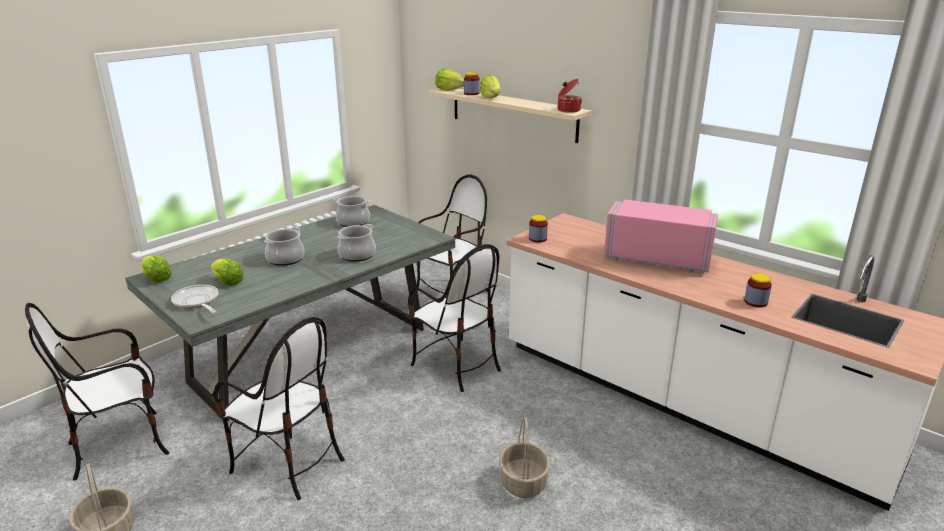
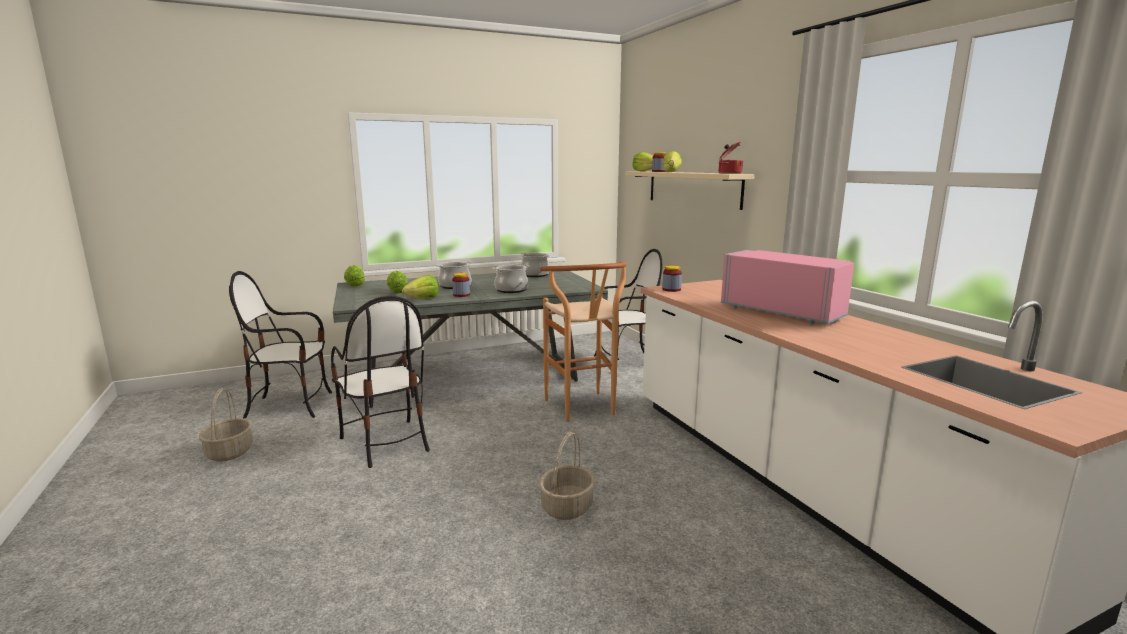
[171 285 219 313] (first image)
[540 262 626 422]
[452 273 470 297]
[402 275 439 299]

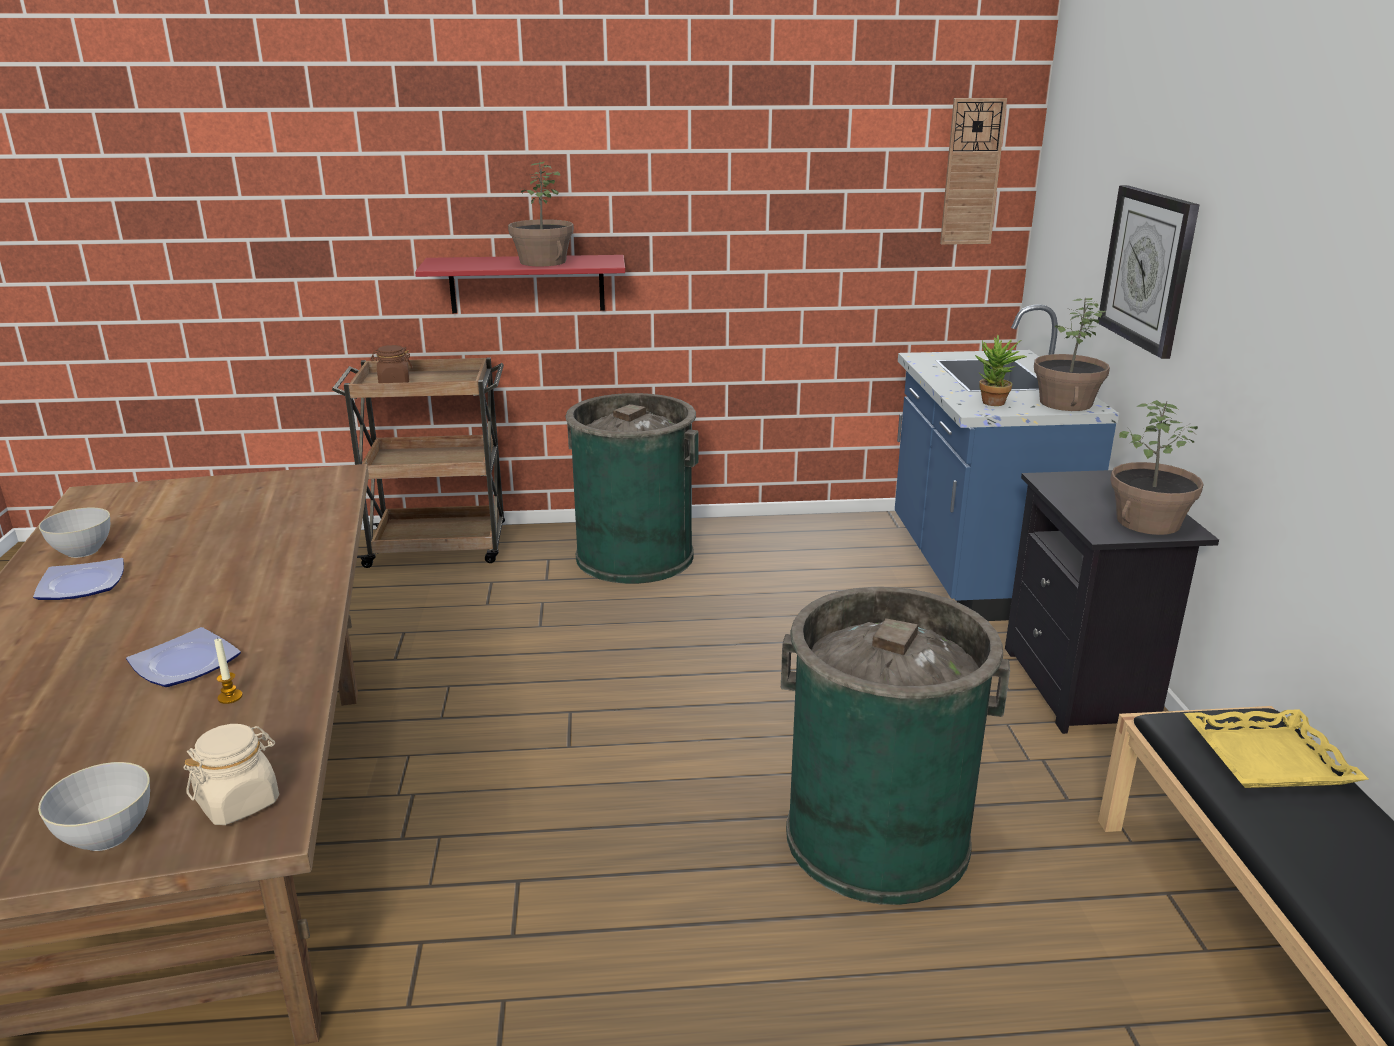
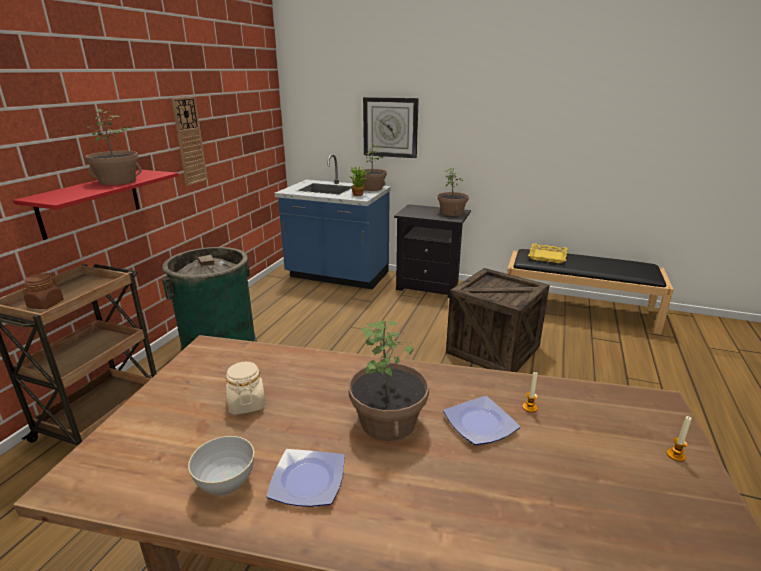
[667 416 692 462]
[226 361 266 415]
[446 268 550 372]
[171 97 208 186]
[349 321 429 441]

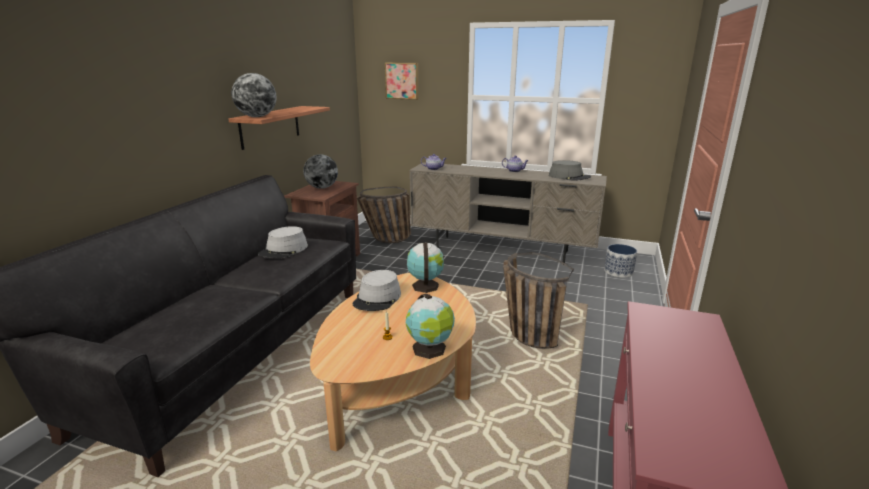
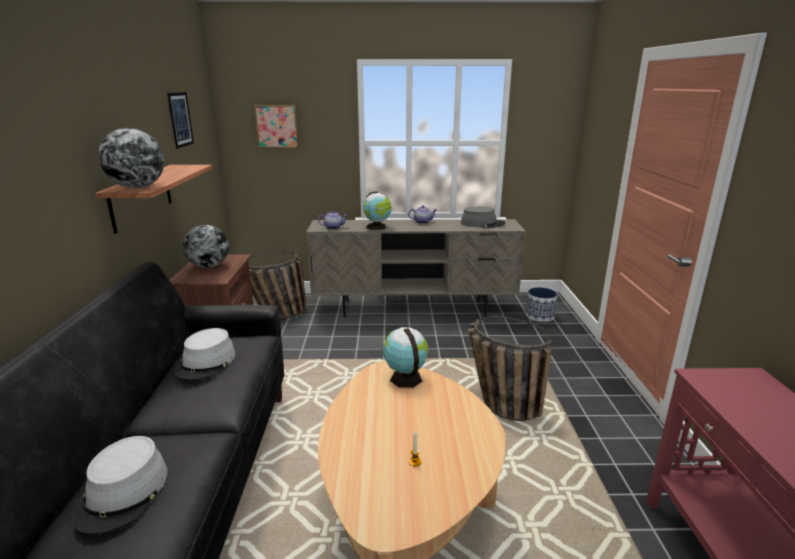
[73 436 167 535]
[363 192 392 230]
[167 92 194 149]

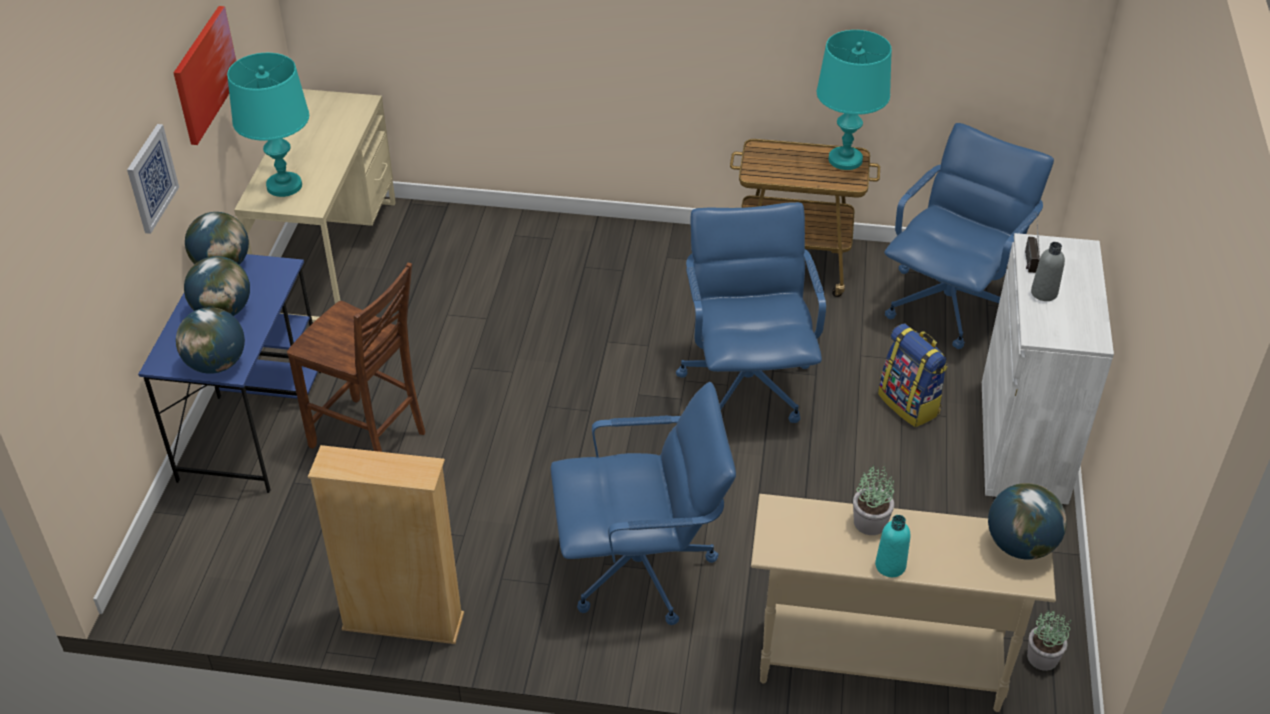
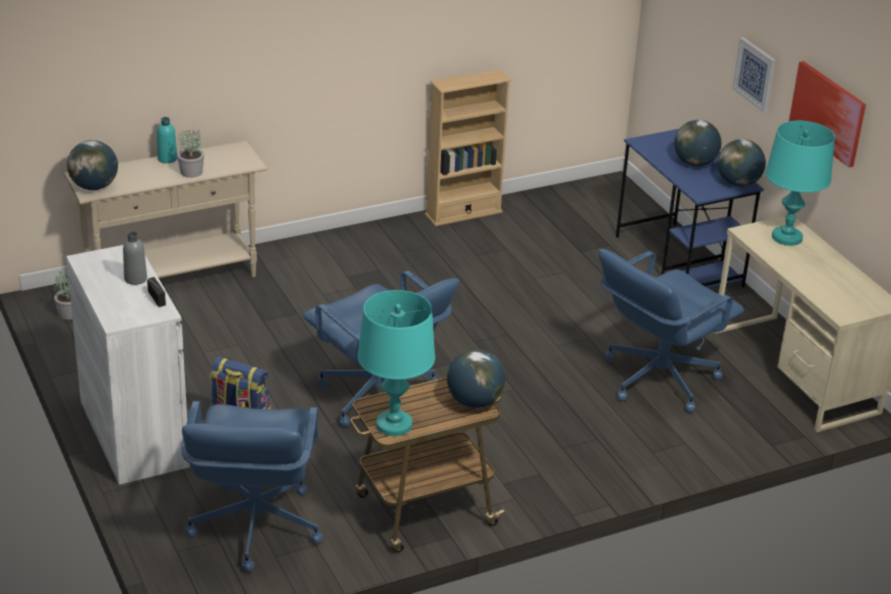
[447 349 505 408]
[287 263 425 452] (first image)
[599 249 744 412]

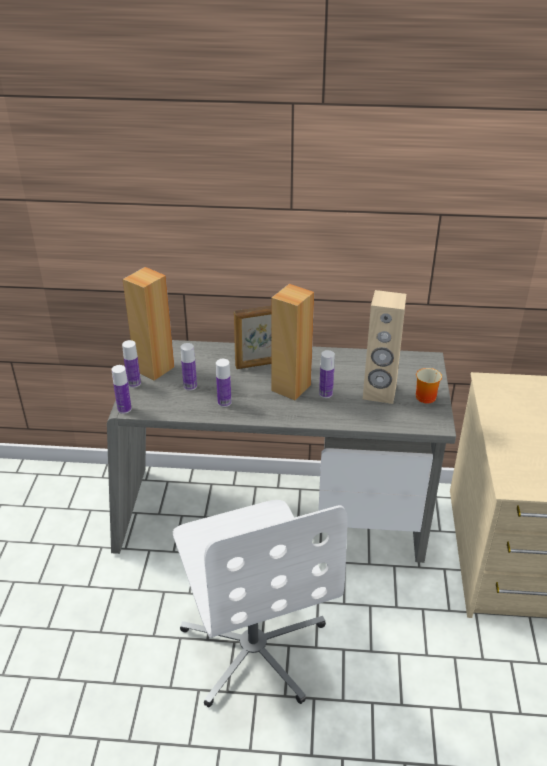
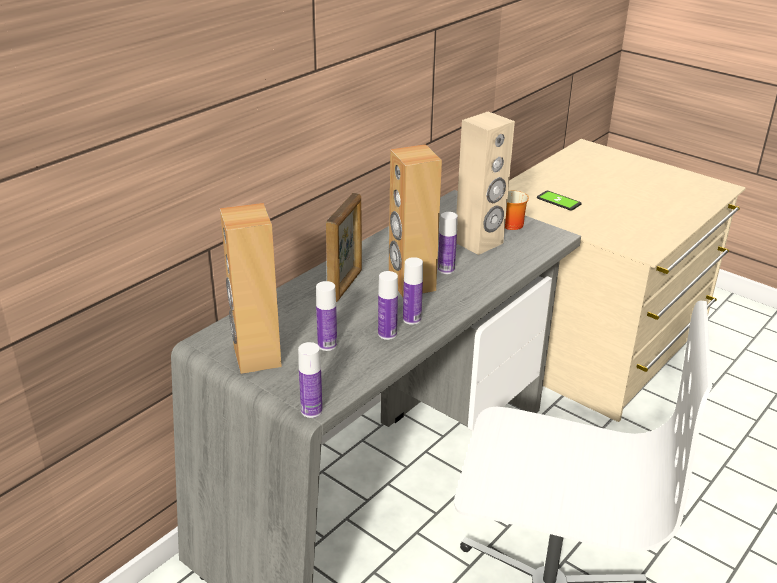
[403 257 423 325]
[537 191 582 211]

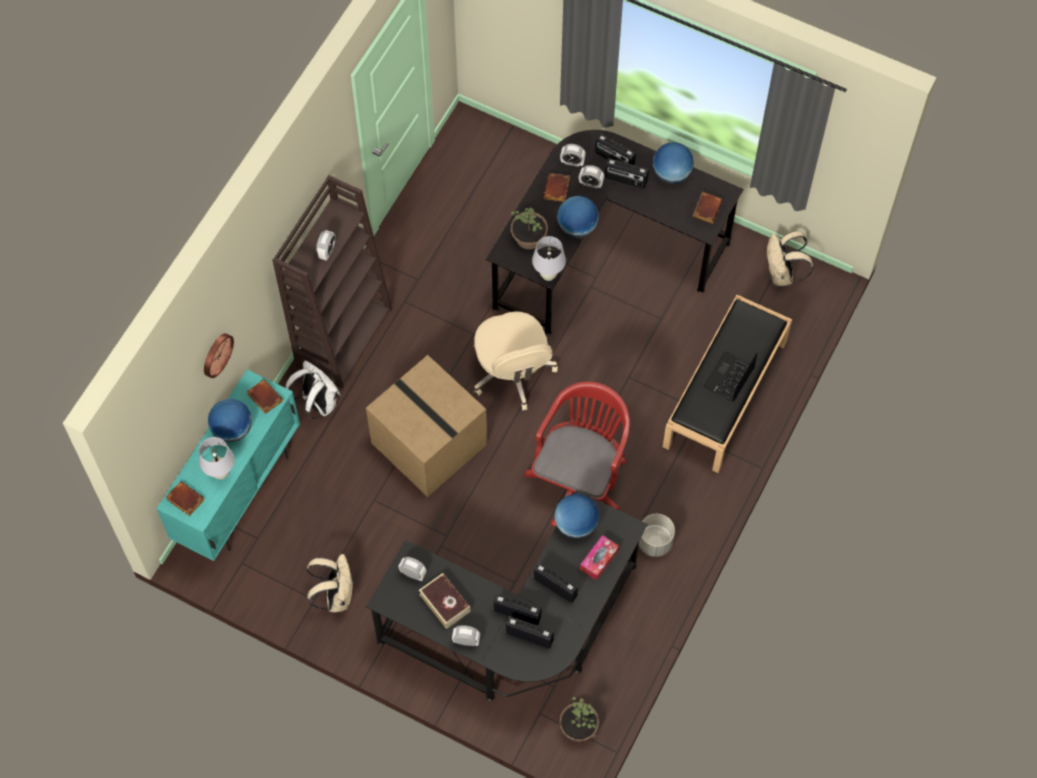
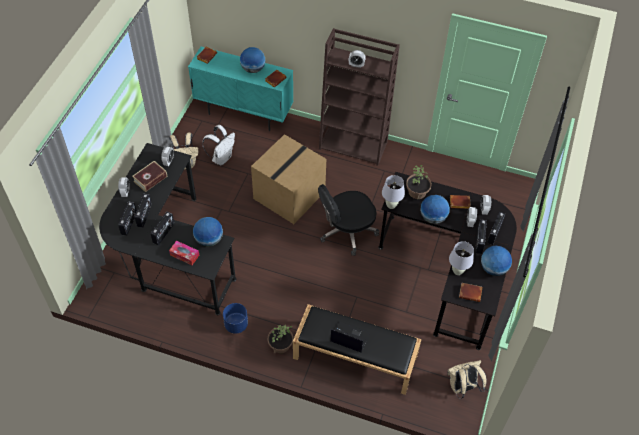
[449 241 474 275]
[204 333 234 378] (first image)
[202 125 235 165]
[318 184 379 256]
[525 382 630 526] (first image)
[268 325 293 353]
[223 303 248 334]

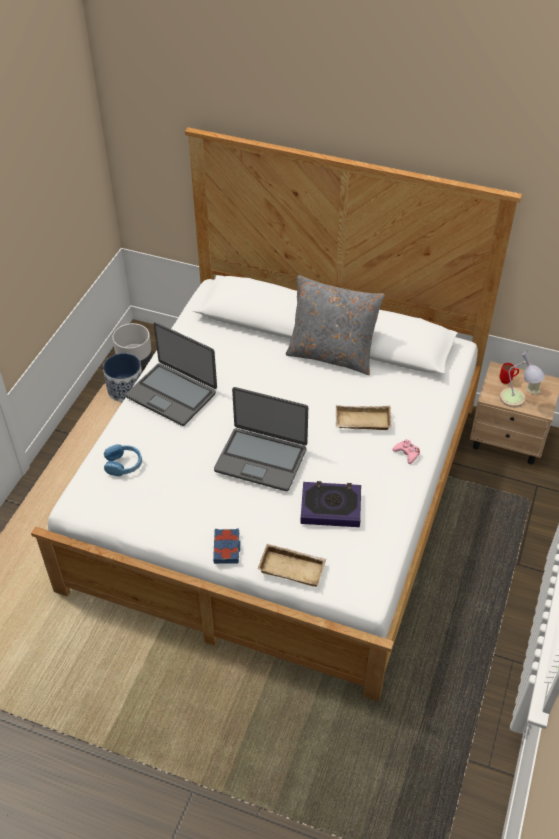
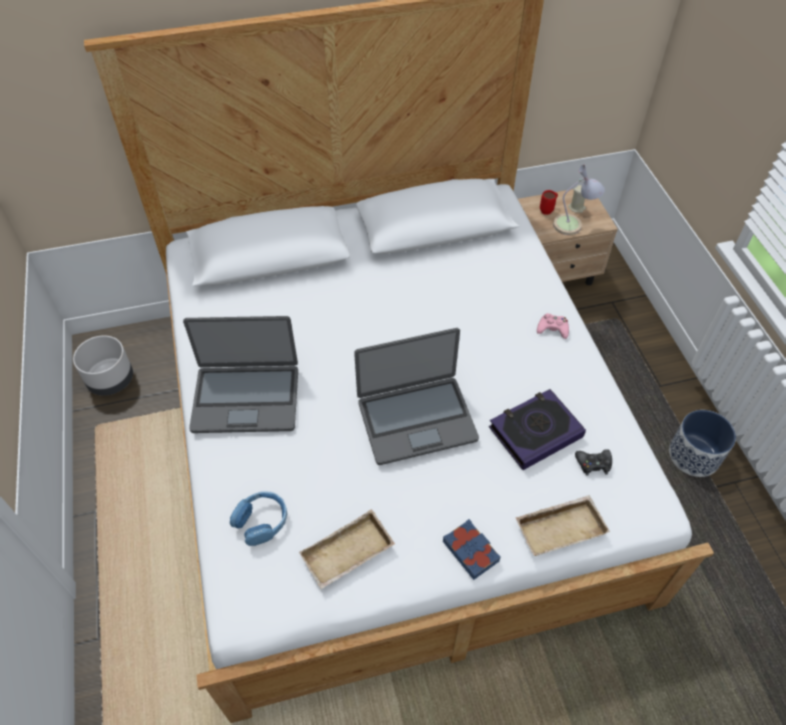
[669 410 736 477]
[286 275 385 375] (first image)
[299 509 395 589]
[575 449 612 475]

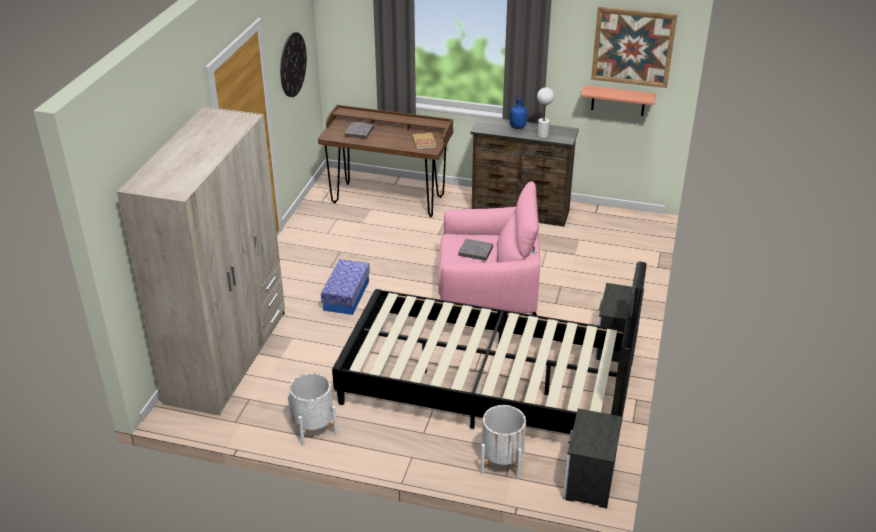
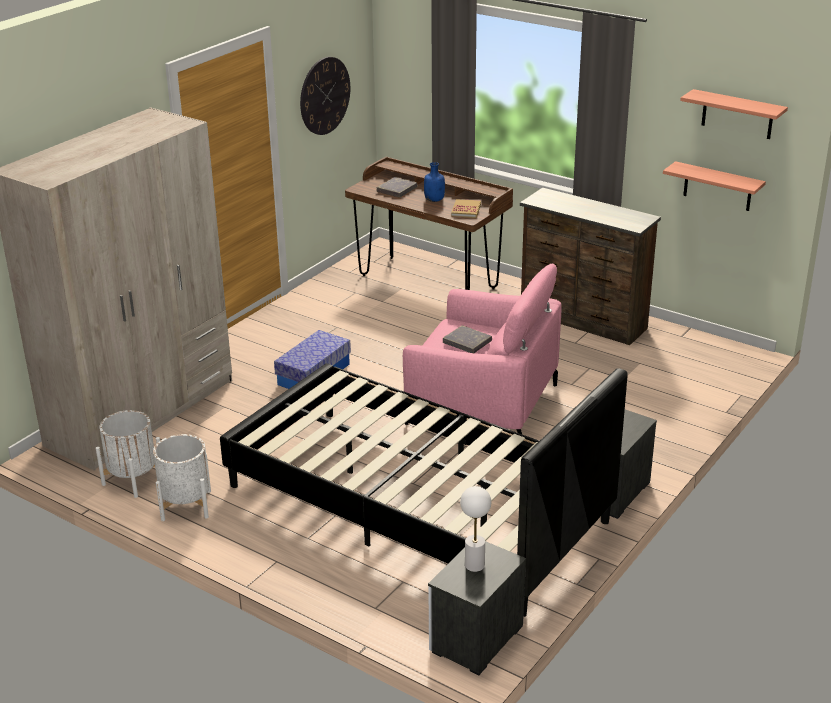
[96 410 160 498]
[424 162 445 202]
[460 486 491 572]
[680 89 788 139]

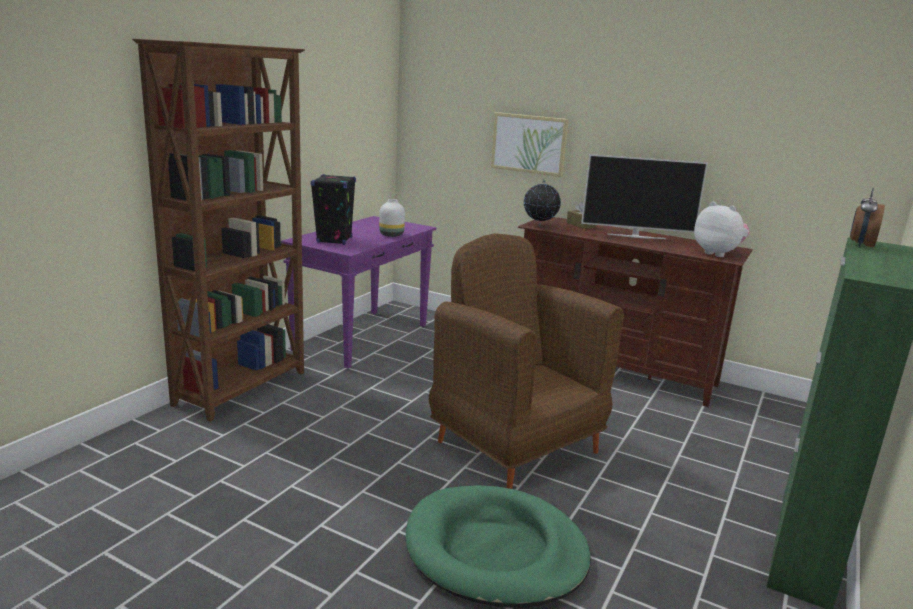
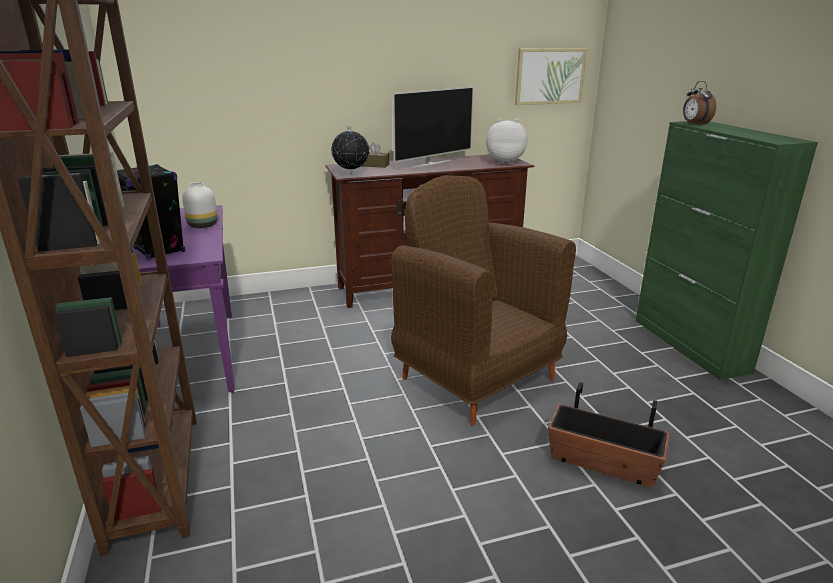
[548 382 670 488]
[391 175 576 426]
[515 48 587 105]

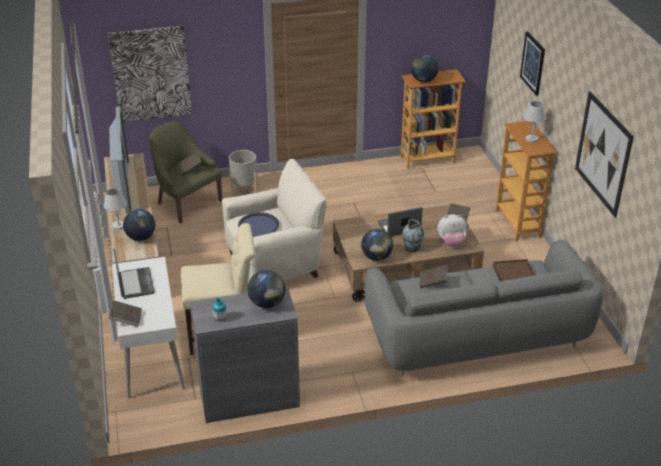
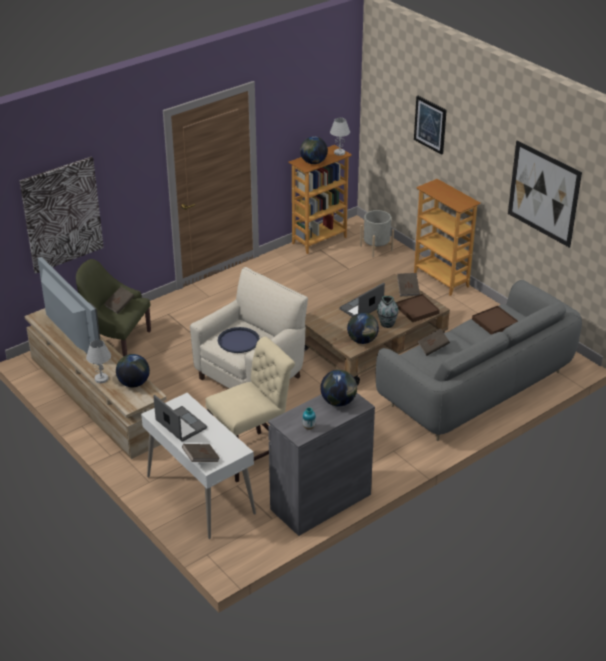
[360 210 394 257]
[396 294 440 322]
[330 118 350 156]

